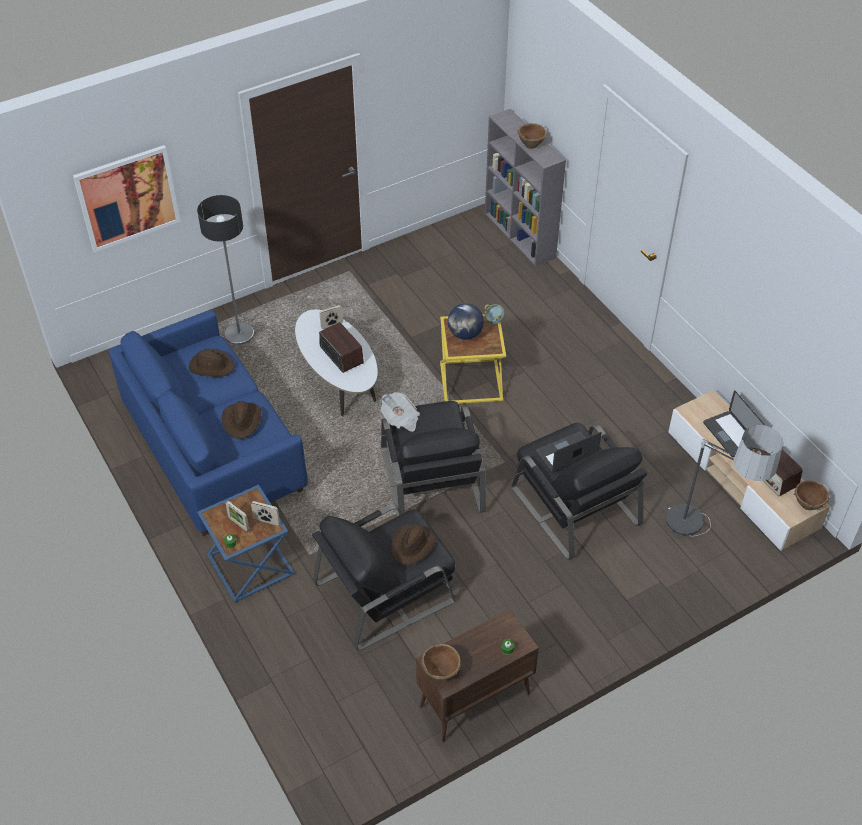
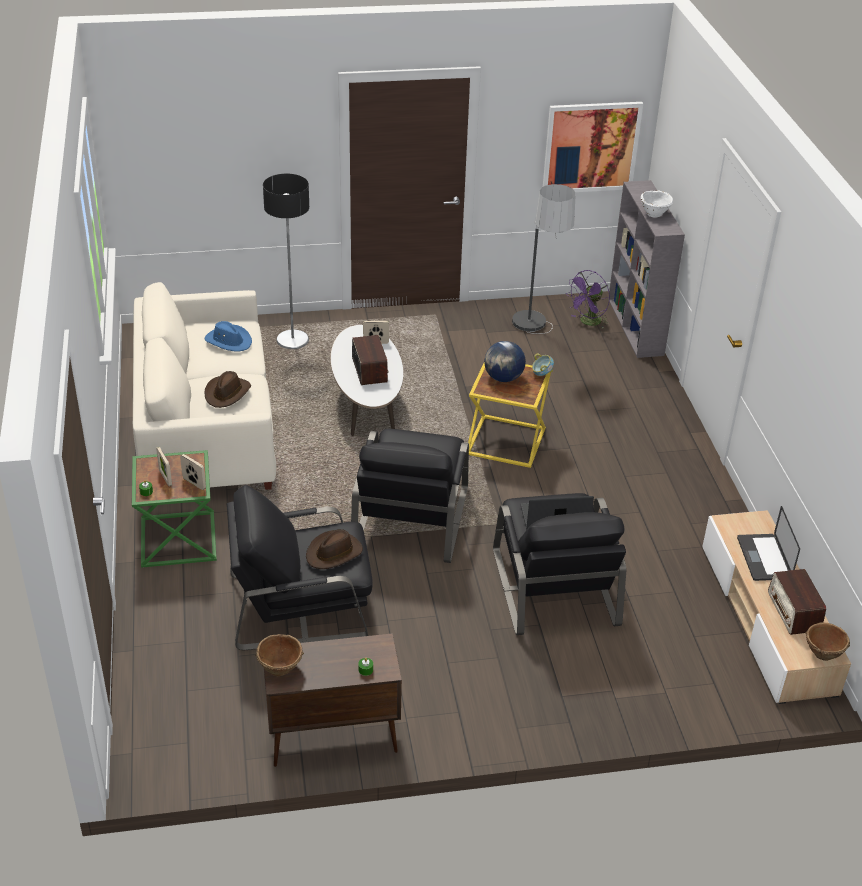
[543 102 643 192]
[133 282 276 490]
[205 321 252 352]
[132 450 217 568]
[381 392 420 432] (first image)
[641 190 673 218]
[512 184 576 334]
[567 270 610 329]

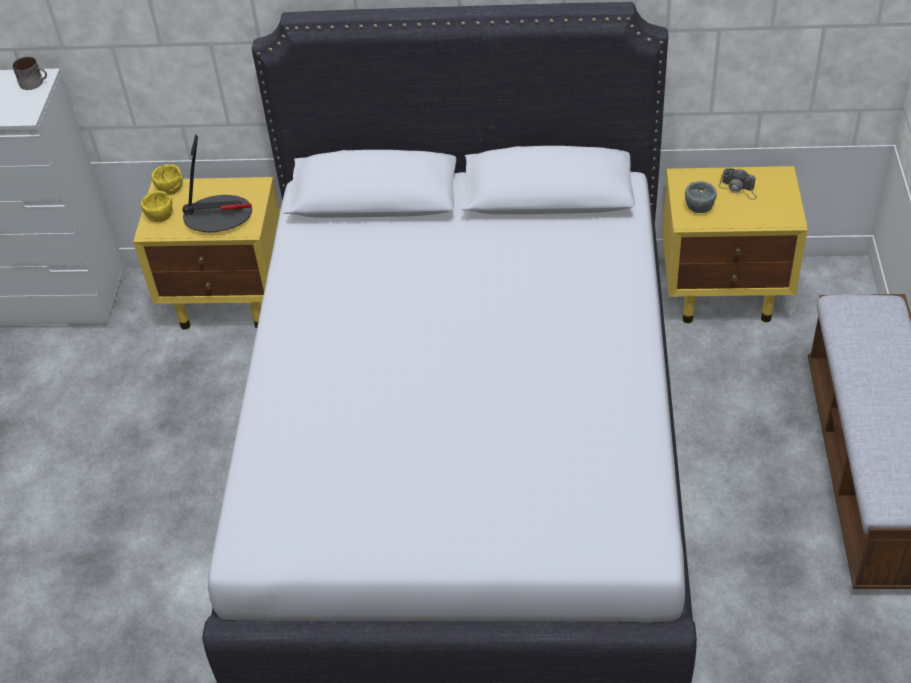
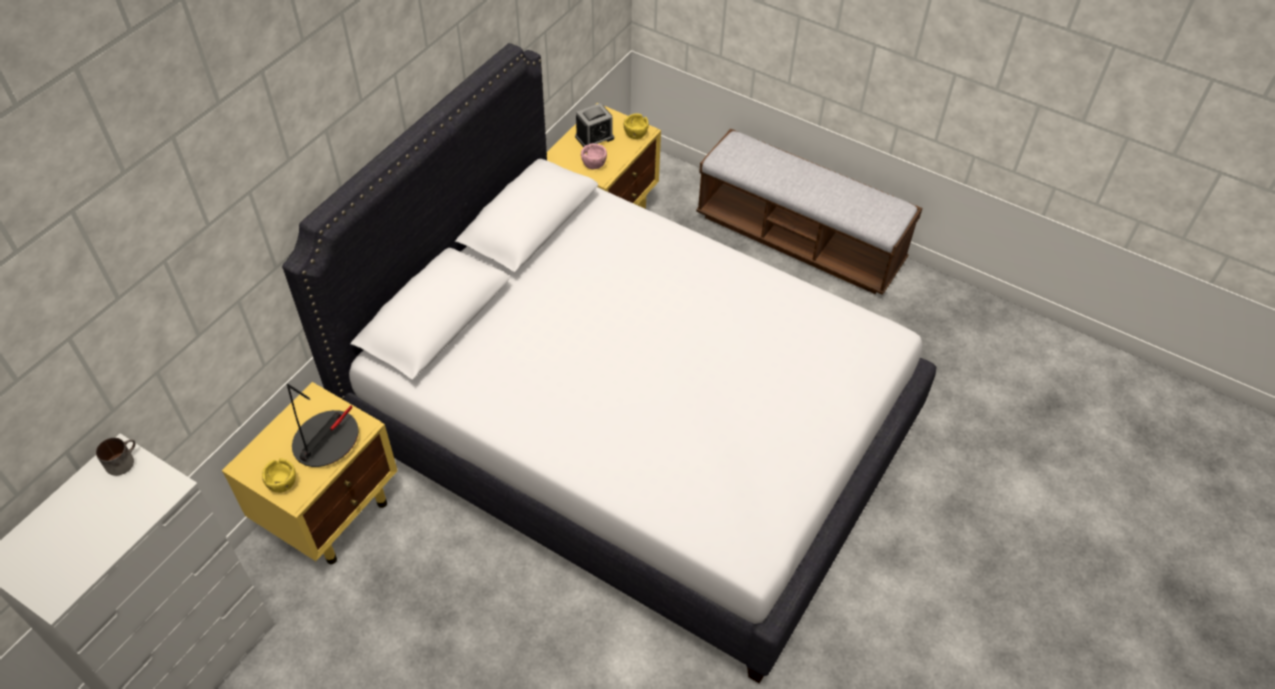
[624 113 649 139]
[581 143 607 169]
[575 103 614 147]

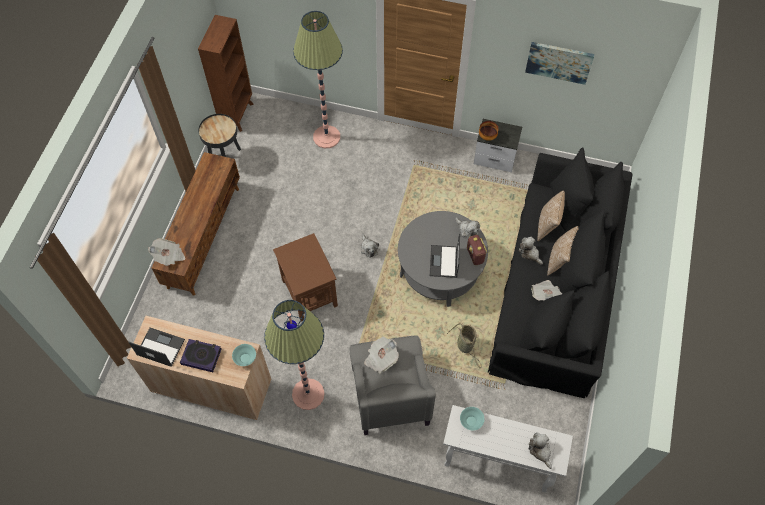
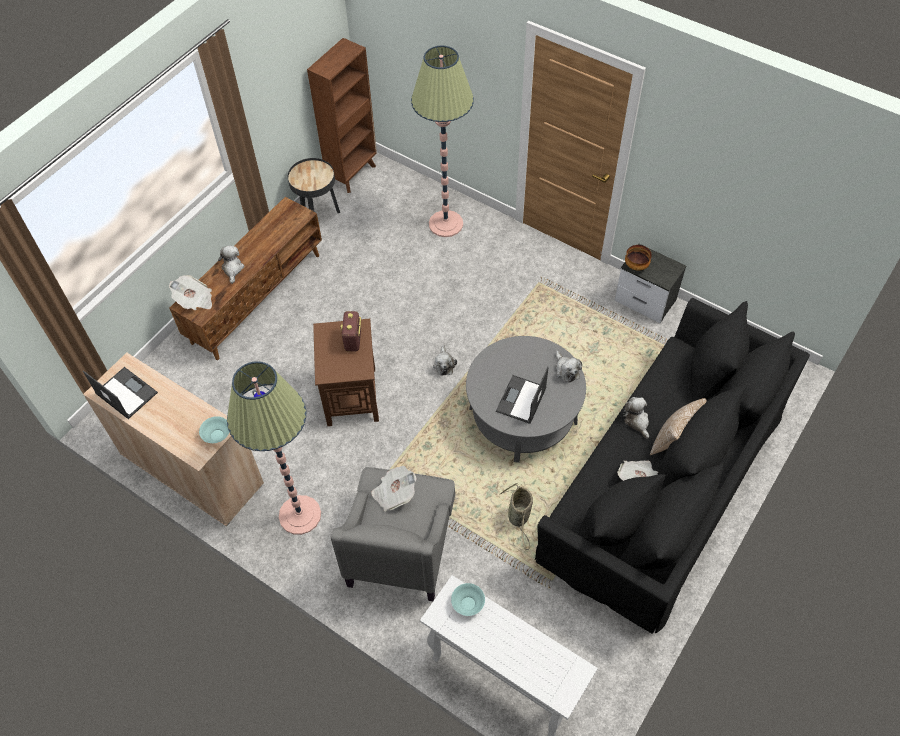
[180 339 222 372] (first image)
[340 311 361 352]
[525 42 594 85] (first image)
[218 245 244 284]
[537 190 565 241] (first image)

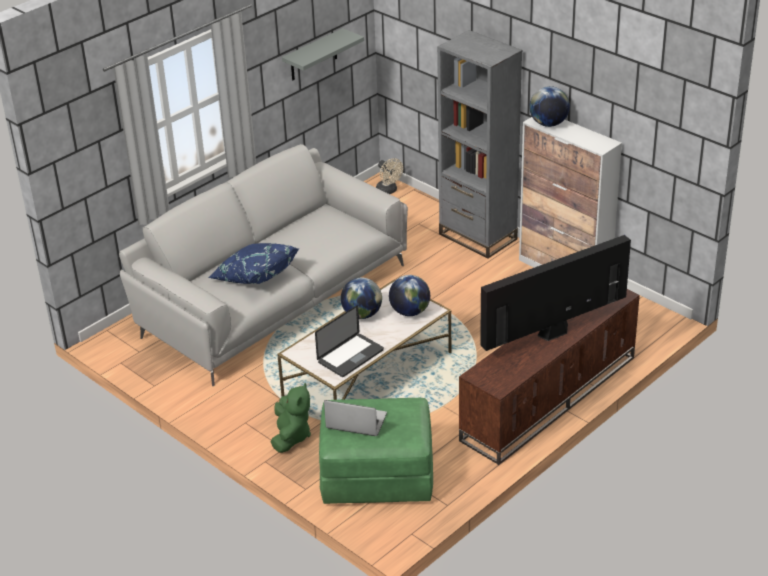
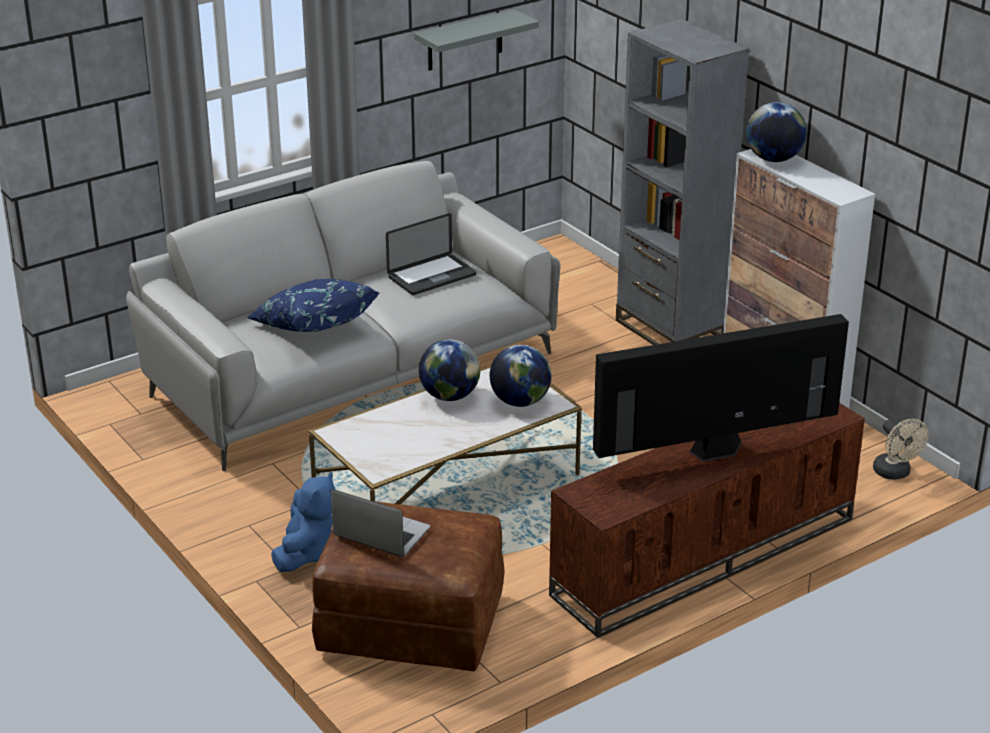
[271 472 335 572]
[386 213 477 295]
[312 501 505 671]
[873 419 929 480]

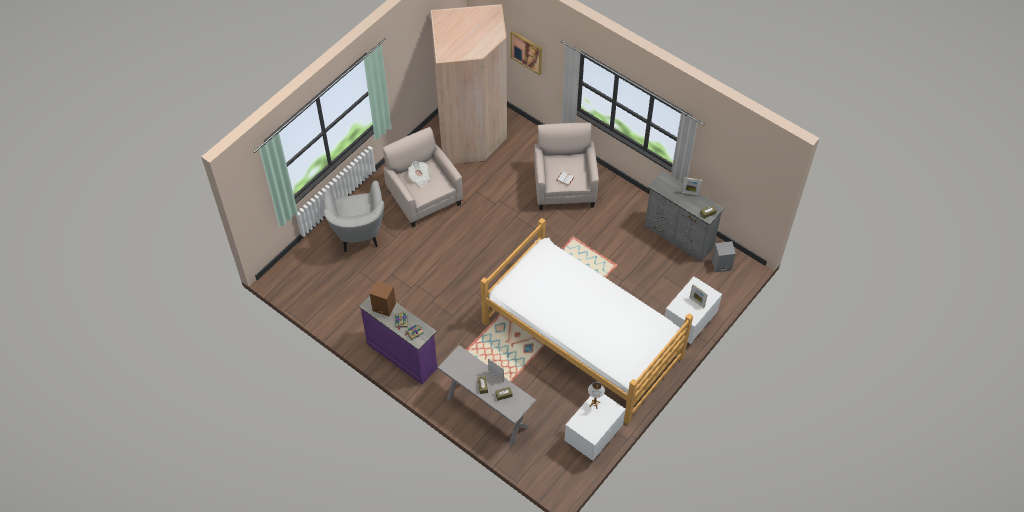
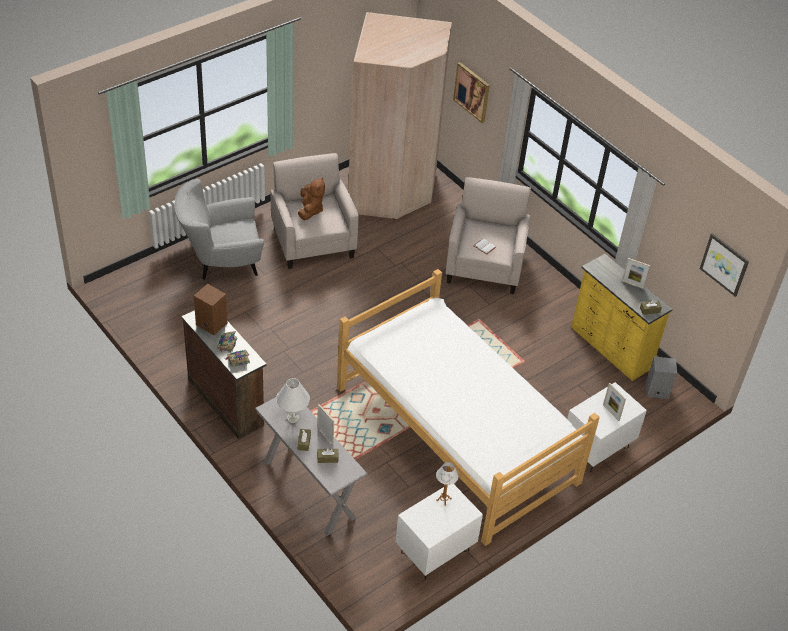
[174 178 264 280]
[181 310 267 439]
[298 177 325 220]
[571 254 673 381]
[276 378 310 423]
[700 233 749 297]

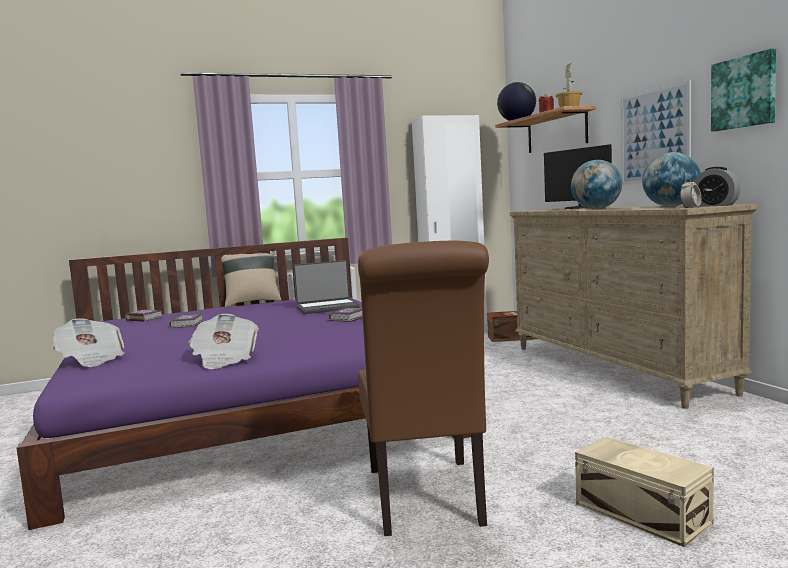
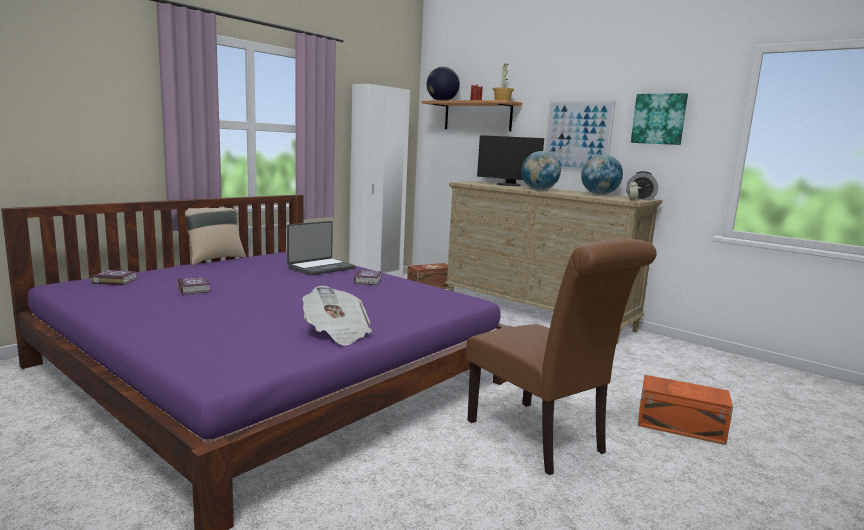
[52 318 125 367] (first image)
[638 375 733 445]

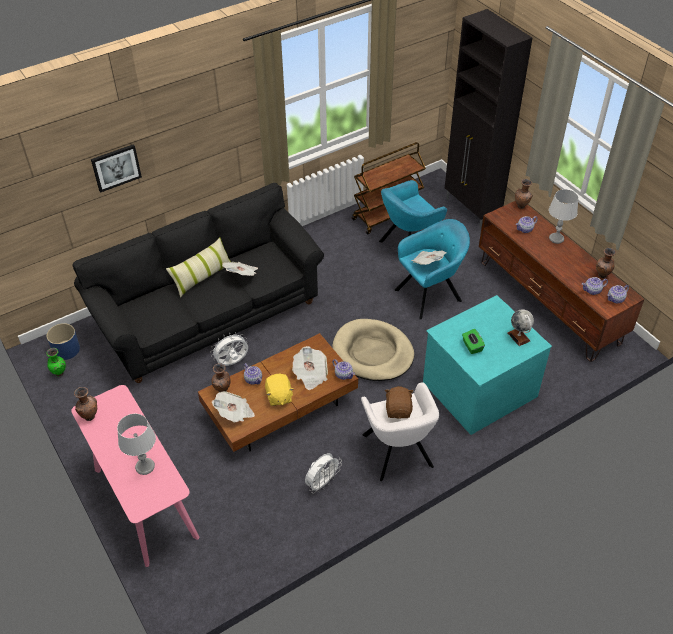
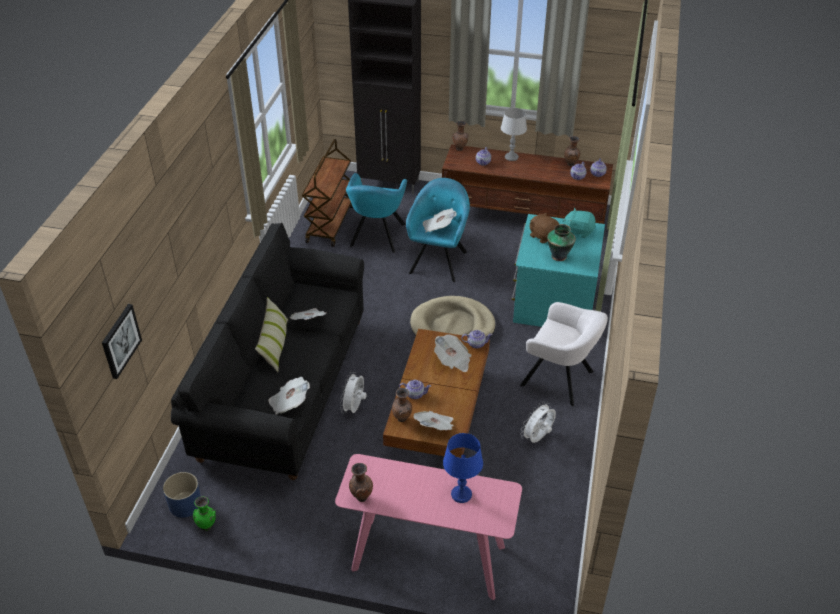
[102 304 142 379]
[443 433 483 503]
[265 374 294 406] (first image)
[520 402 556 443]
[529 213 559 244]
[547 224 576 261]
[562 208 596 238]
[268 377 310 415]

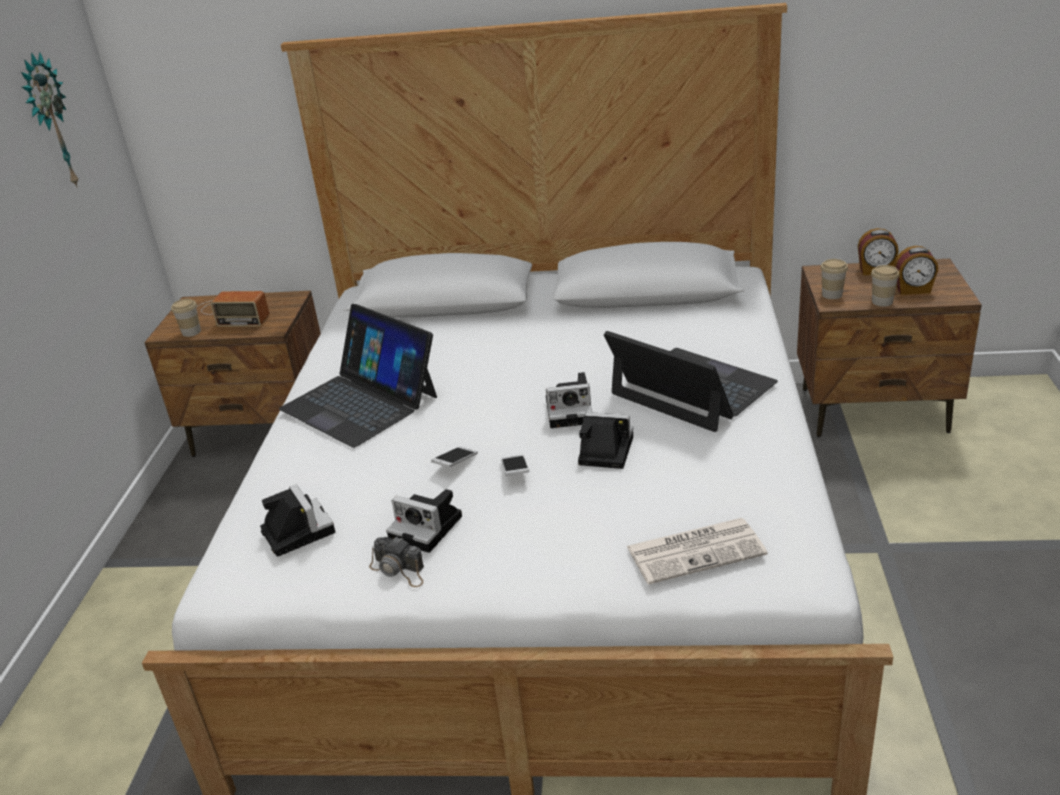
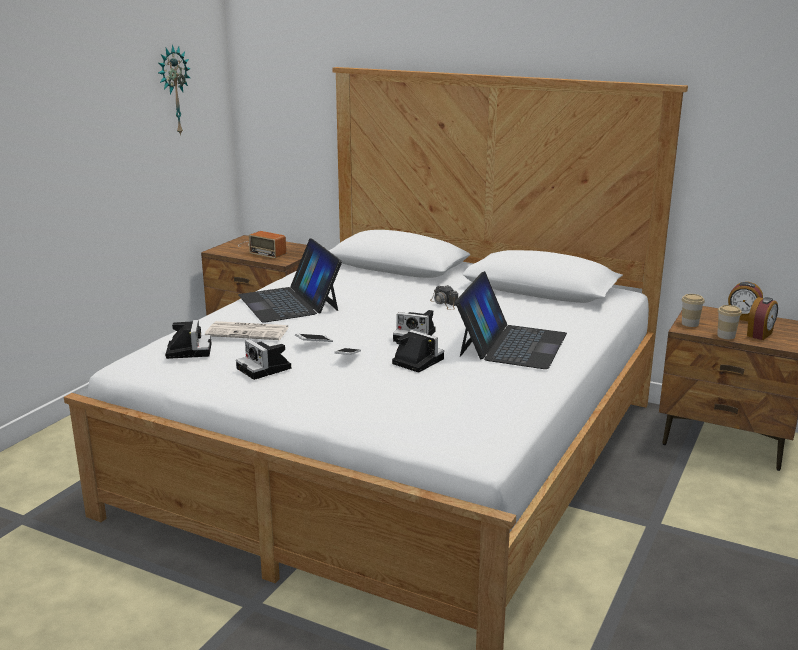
[171 299 201 337] (first image)
[430 285 458 310]
[455 271 567 369]
[205 321 289 340]
[747 297 778 340]

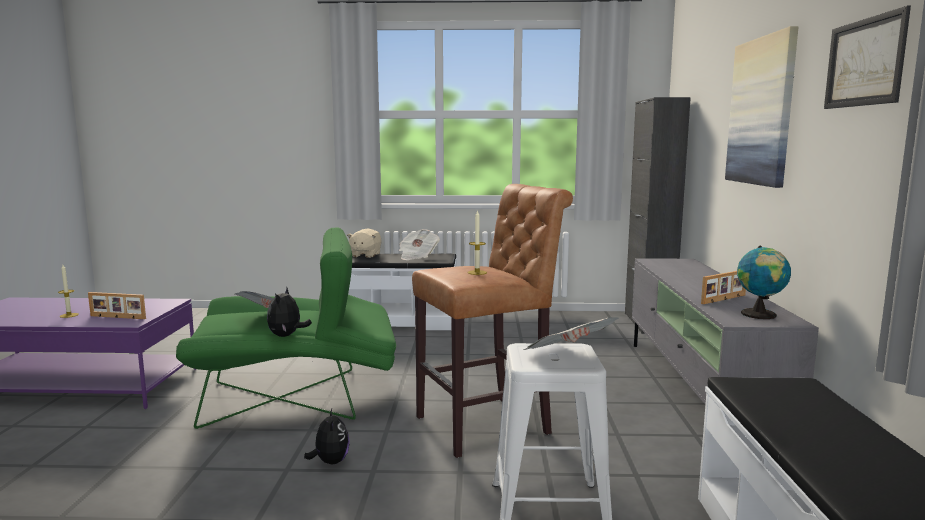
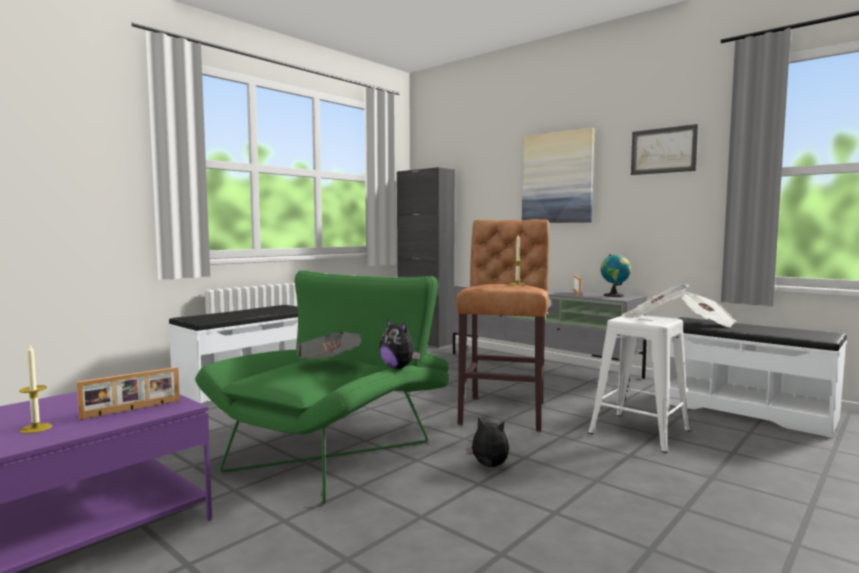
[347 229 382 258] (first image)
[682 292 736 328]

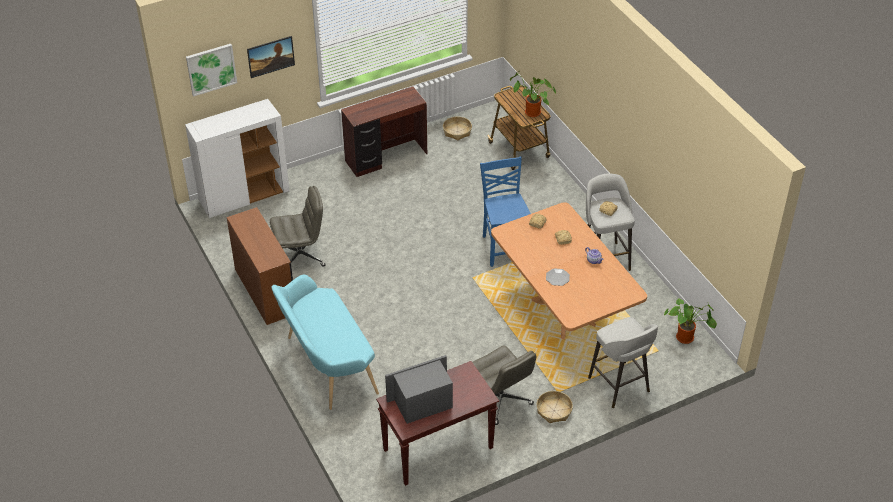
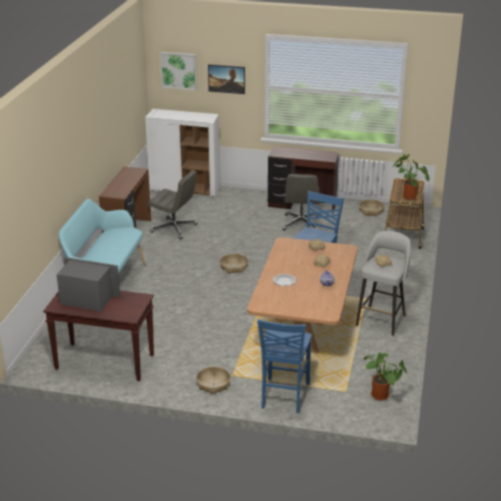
[283 174 320 231]
[257 319 312 413]
[220 254 248 273]

